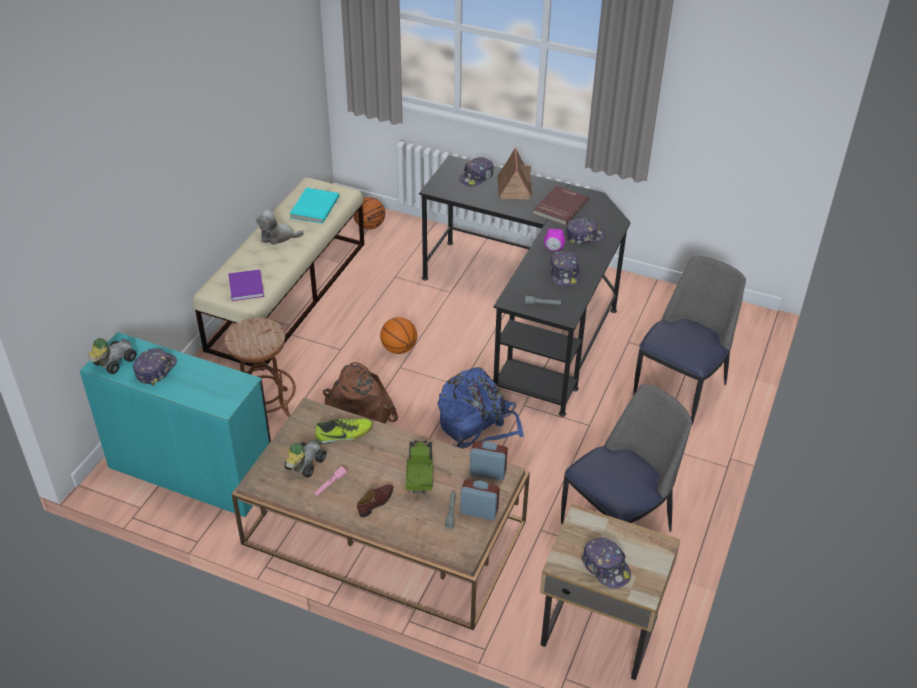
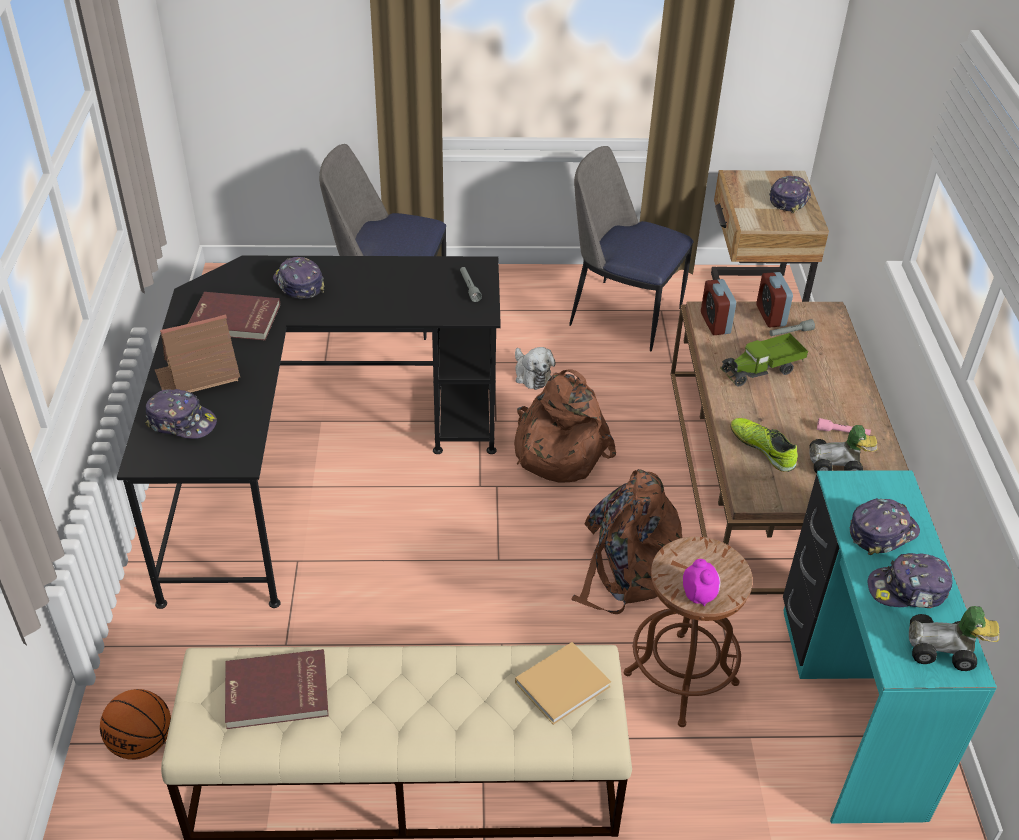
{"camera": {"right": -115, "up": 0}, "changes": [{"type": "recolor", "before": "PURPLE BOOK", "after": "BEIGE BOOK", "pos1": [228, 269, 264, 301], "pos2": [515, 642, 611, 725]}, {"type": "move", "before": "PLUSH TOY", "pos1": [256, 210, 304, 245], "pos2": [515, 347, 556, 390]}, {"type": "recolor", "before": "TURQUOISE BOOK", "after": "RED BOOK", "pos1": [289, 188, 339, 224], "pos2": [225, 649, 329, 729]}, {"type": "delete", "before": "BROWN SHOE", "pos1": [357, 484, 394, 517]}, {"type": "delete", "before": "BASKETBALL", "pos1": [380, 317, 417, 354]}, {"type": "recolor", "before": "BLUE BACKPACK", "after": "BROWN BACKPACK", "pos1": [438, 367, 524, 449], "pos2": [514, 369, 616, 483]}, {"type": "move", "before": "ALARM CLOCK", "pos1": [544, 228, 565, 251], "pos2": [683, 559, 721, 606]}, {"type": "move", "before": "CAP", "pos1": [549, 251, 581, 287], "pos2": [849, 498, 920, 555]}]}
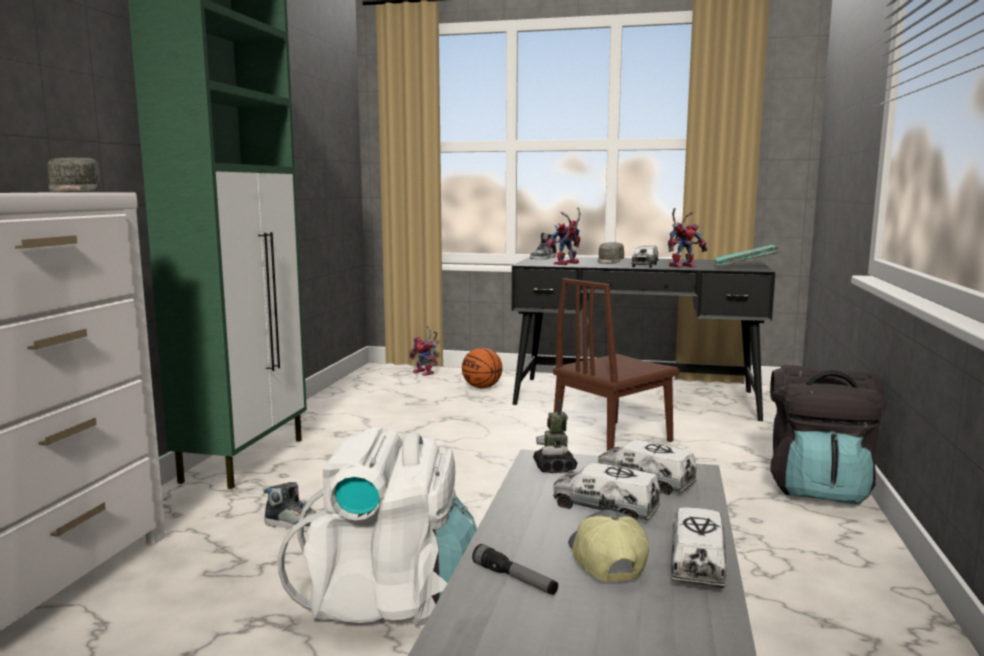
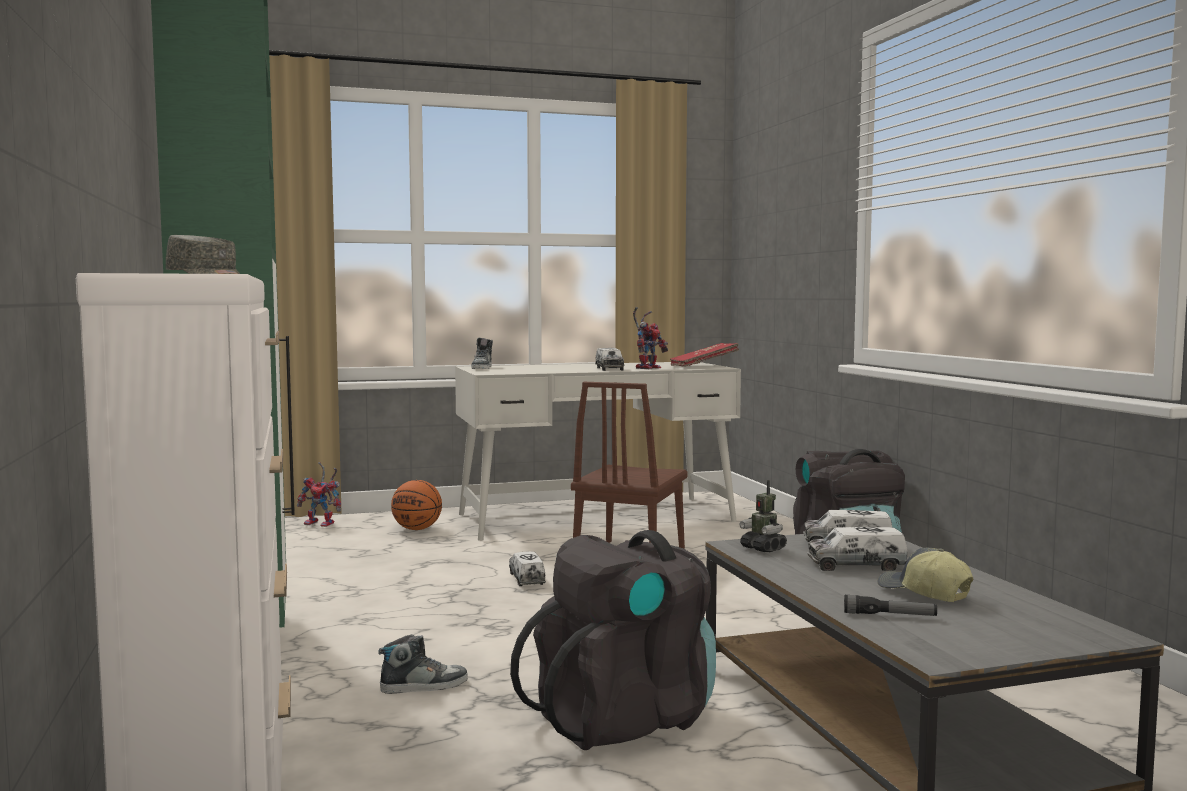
{"camera": {"right": -30, "up": -5}, "changes": [{"type": "recolor", "before": "WHITE BACKPACK", "after": "BLACK BACKPACK", "pos1": [278, 426, 477, 626], "pos2": [510, 530, 716, 750]}, {"type": "recolor", "before": "BLACK DESK", "after": "WHITE DESK", "pos1": [512, 257, 776, 421], "pos2": [455, 362, 741, 541]}, {"type": "delete", "before": "TOY ROBOT", "pos1": [545, 208, 581, 265]}, {"type": "delete", "before": "GREY CAP", "pos1": [598, 242, 624, 264]}, {"type": "move", "before": "TOY TRUCK", "pos1": [671, 507, 726, 588], "pos2": [509, 552, 546, 586]}, {"type": "recolor", "before": "TURQUOISE BOOK", "after": "RED BOOK", "pos1": [715, 245, 779, 267], "pos2": [670, 343, 739, 366]}]}
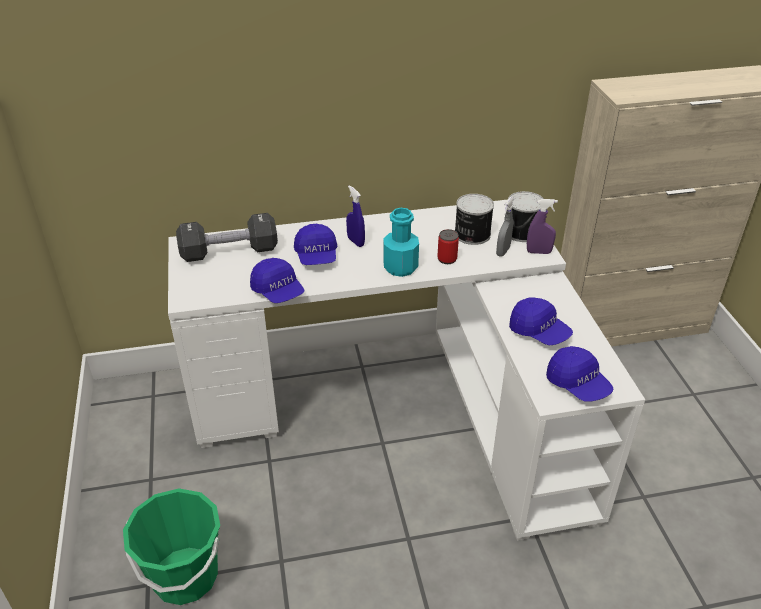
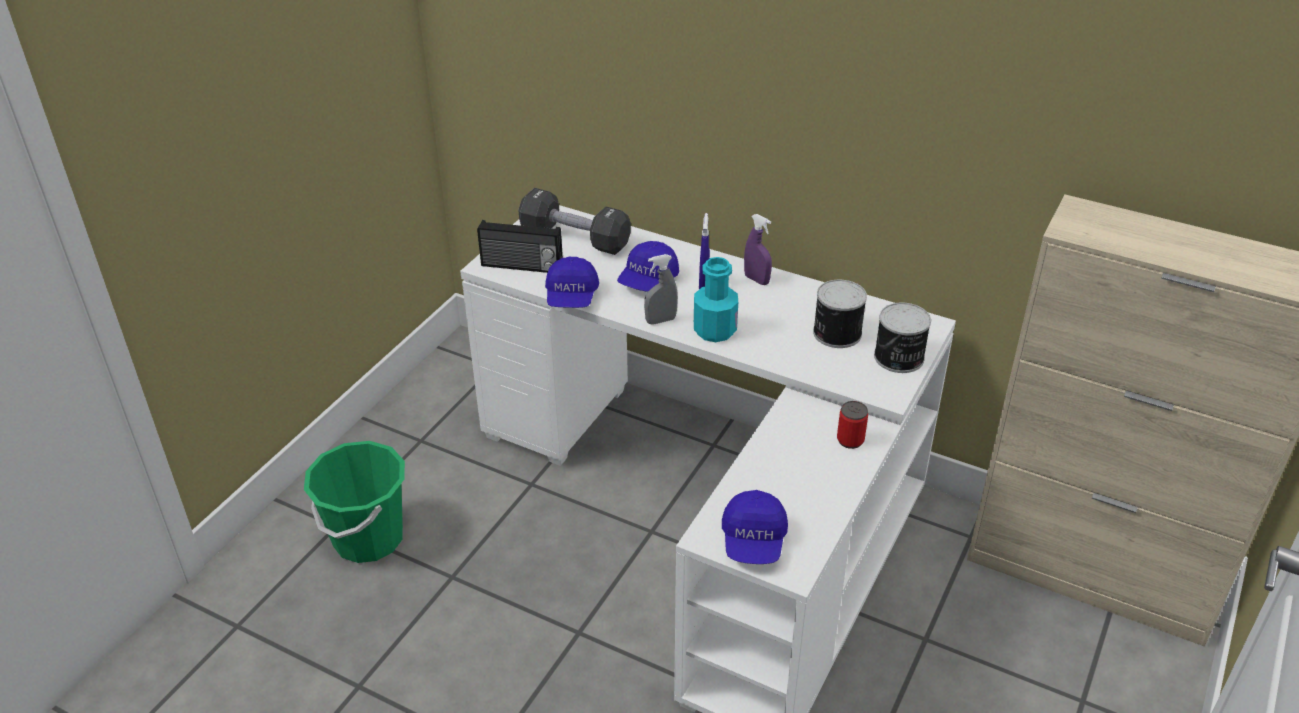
{"camera": {"right": 40, "up": 0}, "changes": [{"type": "move", "before": "CAN", "pos1": [437, 229, 459, 264], "pos2": [837, 401, 868, 449]}, {"type": "move", "before": "GREY SPRAY BOTTLE", "pos1": [496, 197, 514, 257], "pos2": [644, 254, 678, 325]}, {"type": "delete", "before": "BLUE CAP", "pos1": [509, 297, 573, 345]}, {"type": "move", "before": "PURPLE SPRAY BOTTLE", "pos1": [527, 199, 558, 254], "pos2": [744, 214, 772, 285]}, {"type": "insert", "after": "RADIO", "pos2": [477, 220, 563, 273]}]}
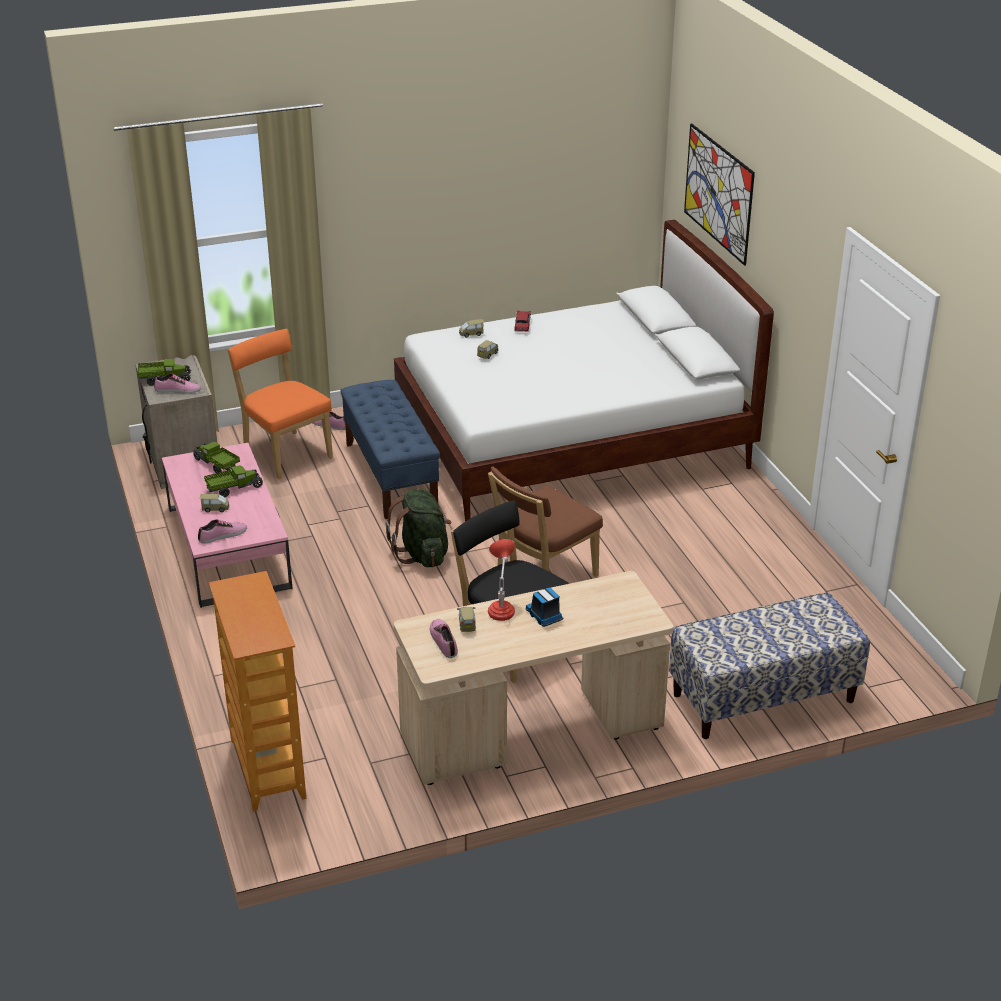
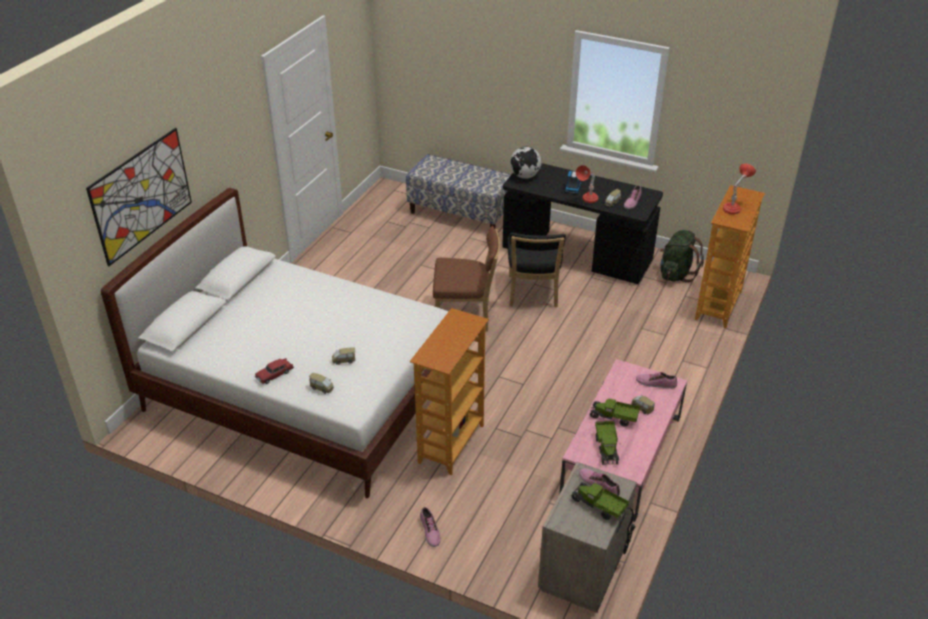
{"camera": {"right": -135, "up": 5}, "changes": [{"type": "delete", "before": "ORANGE CHAIR", "pos1": [228, 329, 333, 479]}, {"type": "replace", "before": "BLUE BENCH", "after": "BOOKCASE", "pos1": [340, 380, 440, 519], "pos2": [410, 308, 489, 475]}, {"type": "move", "before": "GREEN BACKPACK", "pos1": [385, 489, 451, 567], "pos2": [660, 230, 704, 283]}, {"type": "recolor", "before": "BEIGE DESK", "after": "BLACK DESK", "pos1": [394, 571, 673, 785], "pos2": [502, 163, 663, 284]}, {"type": "insert", "after": "GLOBE", "pos2": [510, 147, 542, 179]}, {"type": "insert", "after": "RED TABLE LAMP", "pos2": [723, 164, 756, 214]}]}
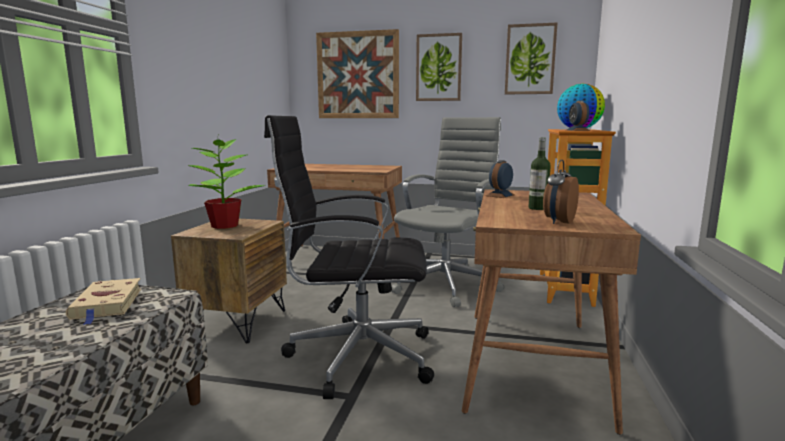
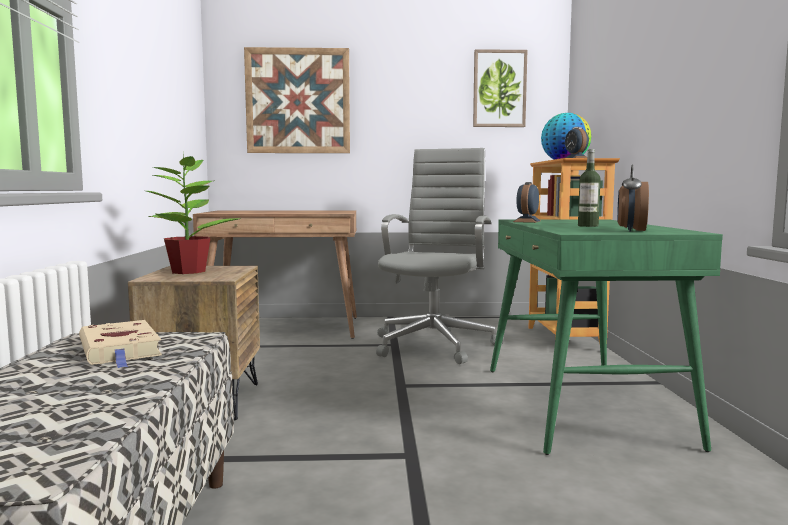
{"camera": {"right": -15, "up": -5}, "changes": [{"type": "delete", "before": "BLACK OFFICE CHAIR", "pos1": [264, 115, 434, 399]}, {"type": "delete", "before": "PICTURE", "pos1": [416, 33, 462, 101]}, {"type": "recolor", "before": "BROWN DESK", "after": "GREEN DESK", "pos1": [462, 189, 641, 435], "pos2": [490, 219, 723, 455]}]}
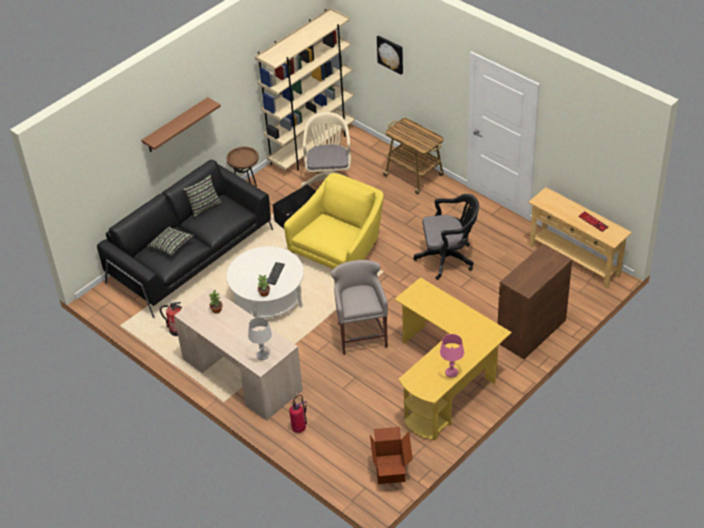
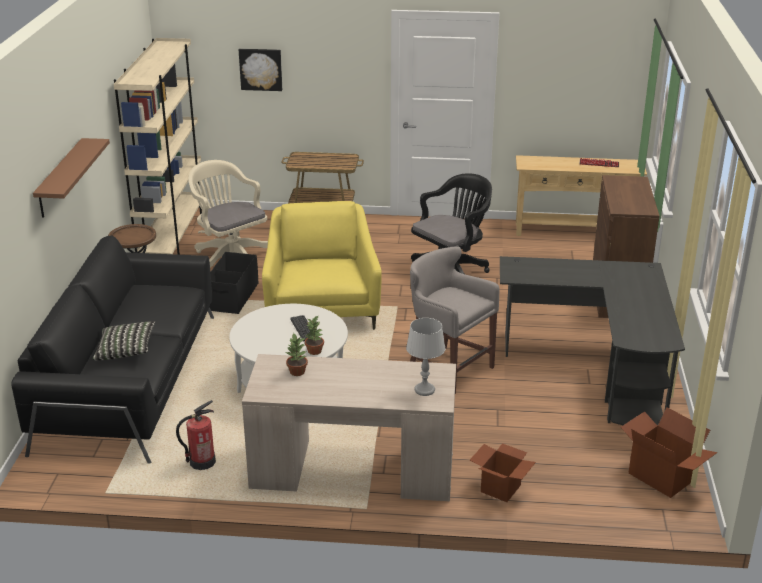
{"camera": {"right": -40, "up": -15}, "changes": [{"type": "delete", "before": "PILLOW", "pos1": [183, 174, 223, 218]}, {"type": "replace", "before": "FIRE EXTINGUISHER", "after": "CARDBOARD BOX", "pos1": [289, 395, 307, 433], "pos2": [470, 443, 536, 502]}, {"type": "recolor", "before": "YELLOW DESK", "after": "BLACK DESK", "pos1": [395, 277, 512, 441], "pos2": [500, 256, 685, 426]}, {"type": "delete", "before": "PINK TABLE LAMP", "pos1": [440, 334, 464, 378]}]}
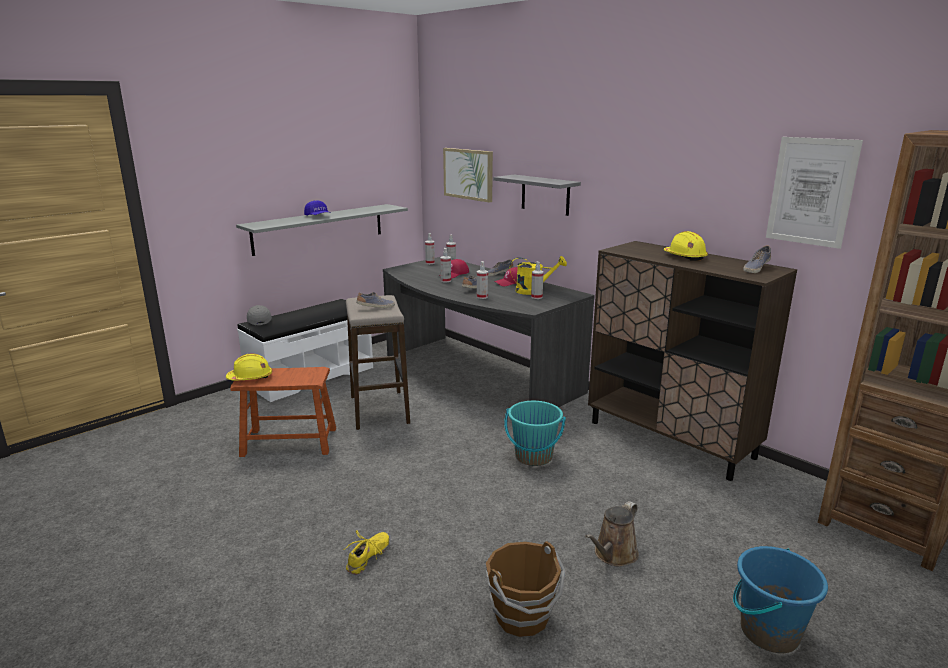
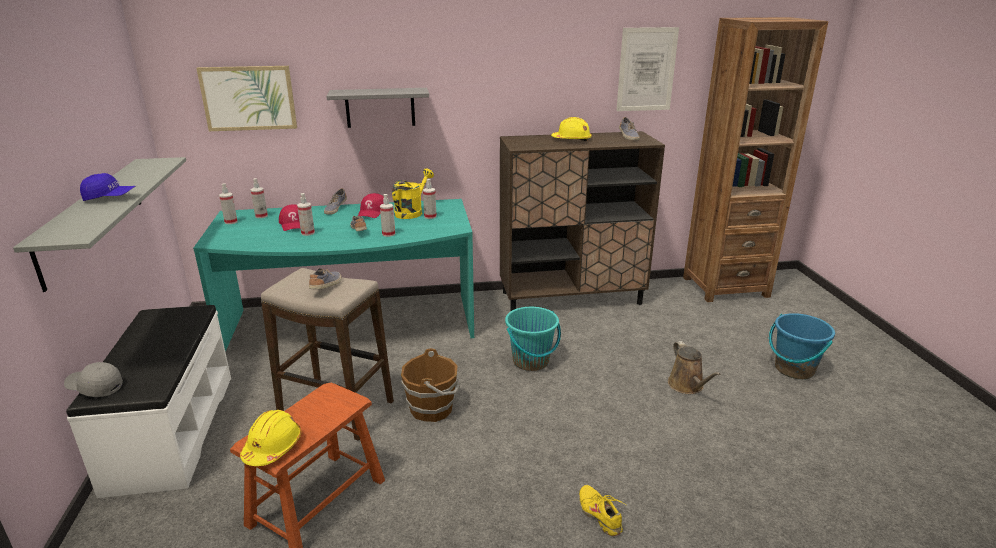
{"camera": {"right": -55, "up": 5}, "changes": [{"type": "recolor", "before": "GREY DESK", "after": "TURQUOISE DESK", "pos1": [383, 257, 595, 407], "pos2": [193, 199, 474, 352]}, {"type": "move", "before": "BROWN BUCKET", "pos1": [486, 541, 566, 637], "pos2": [401, 348, 460, 422]}]}
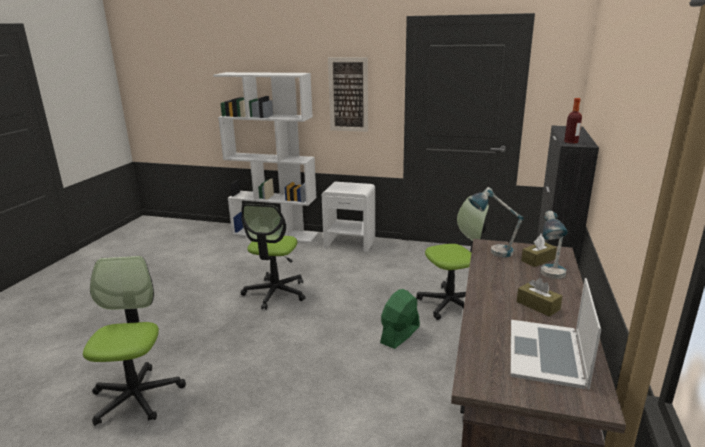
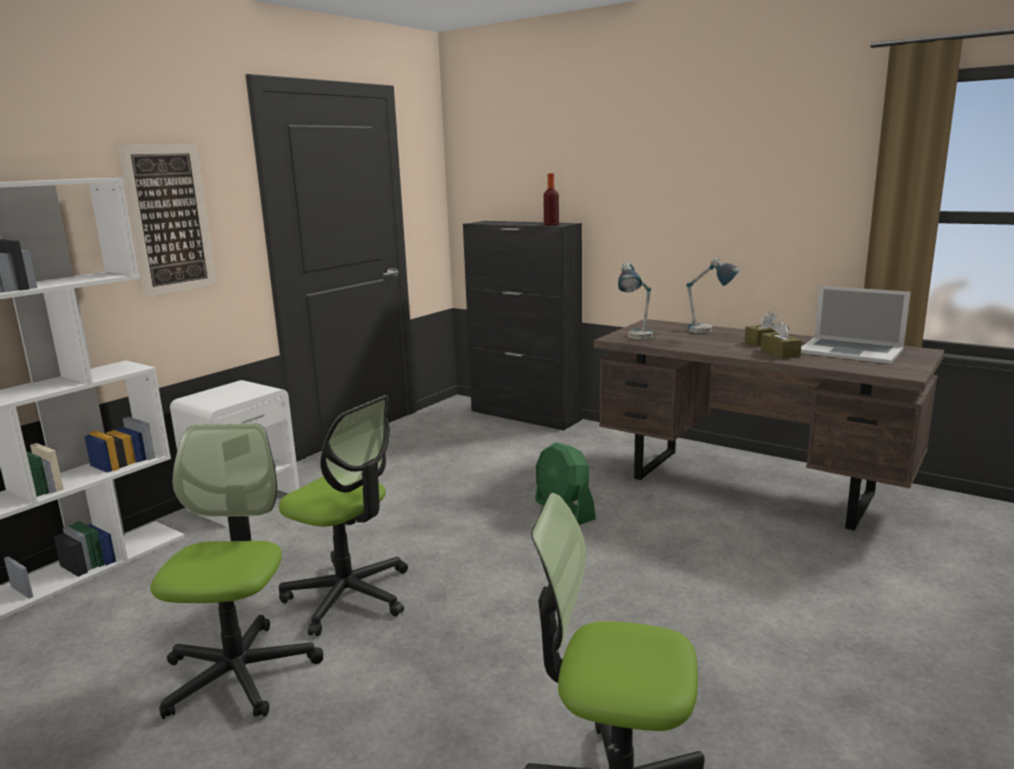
{"camera": {"right": -70, "up": -5}, "changes": [{"type": "move", "before": "OFFICE CHAIR", "pos1": [416, 196, 489, 320], "pos2": [151, 424, 323, 719]}, {"type": "move", "before": "BROWN TISSUE BOX", "pos1": [521, 235, 557, 267], "pos2": [761, 320, 802, 359]}]}
